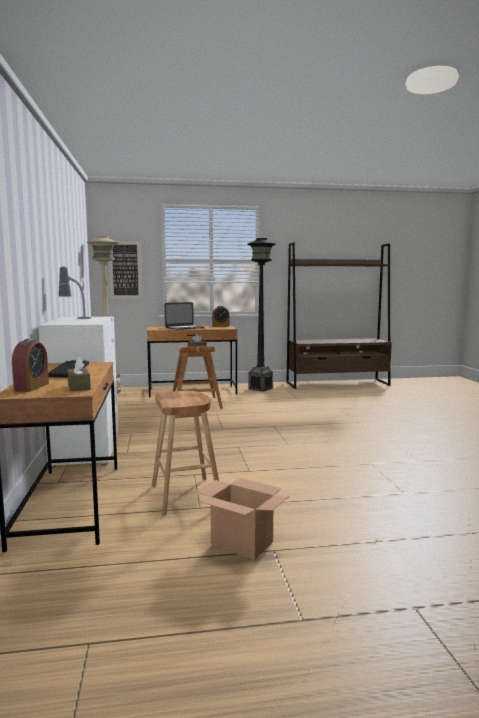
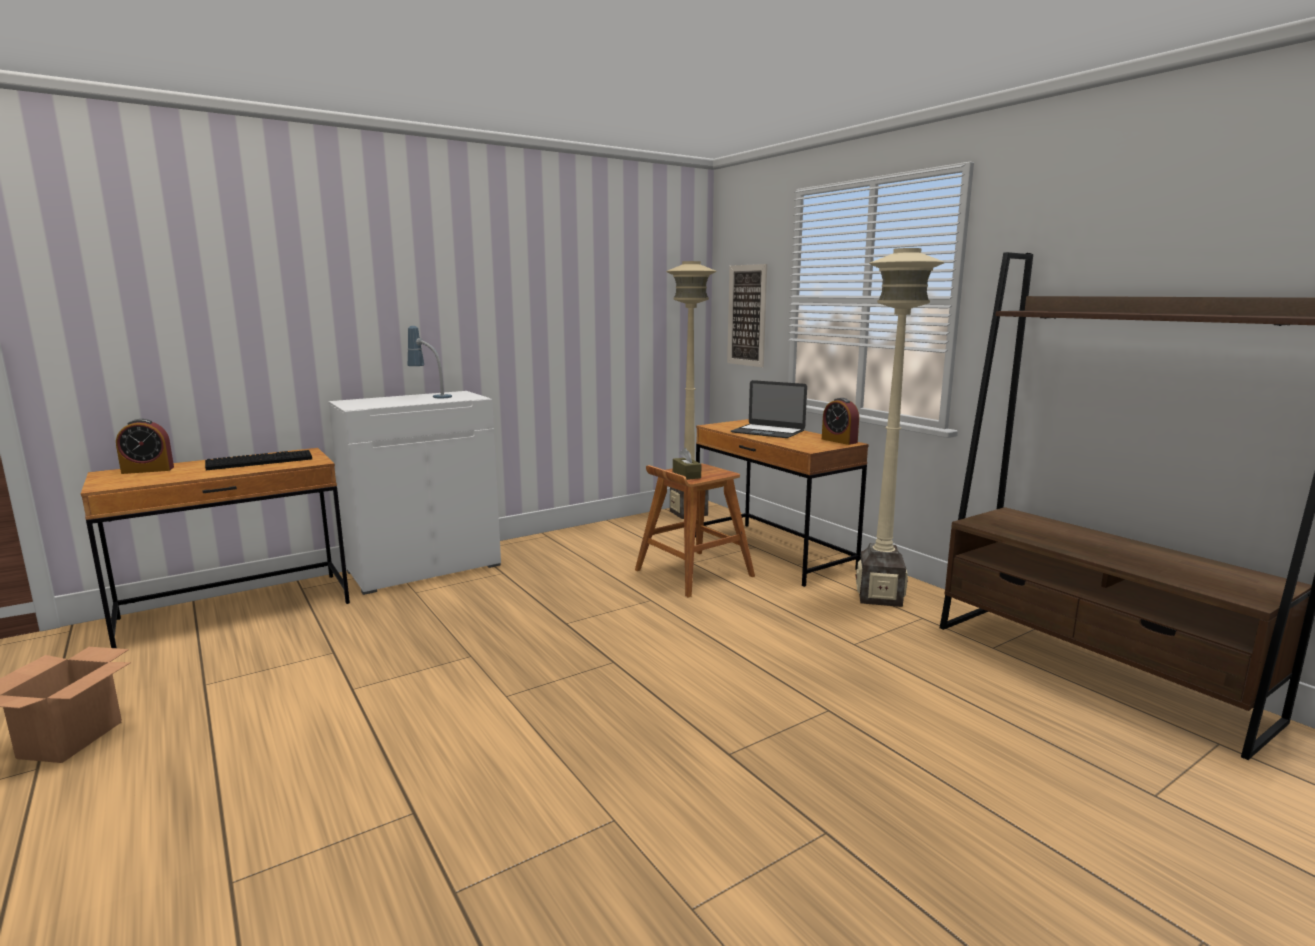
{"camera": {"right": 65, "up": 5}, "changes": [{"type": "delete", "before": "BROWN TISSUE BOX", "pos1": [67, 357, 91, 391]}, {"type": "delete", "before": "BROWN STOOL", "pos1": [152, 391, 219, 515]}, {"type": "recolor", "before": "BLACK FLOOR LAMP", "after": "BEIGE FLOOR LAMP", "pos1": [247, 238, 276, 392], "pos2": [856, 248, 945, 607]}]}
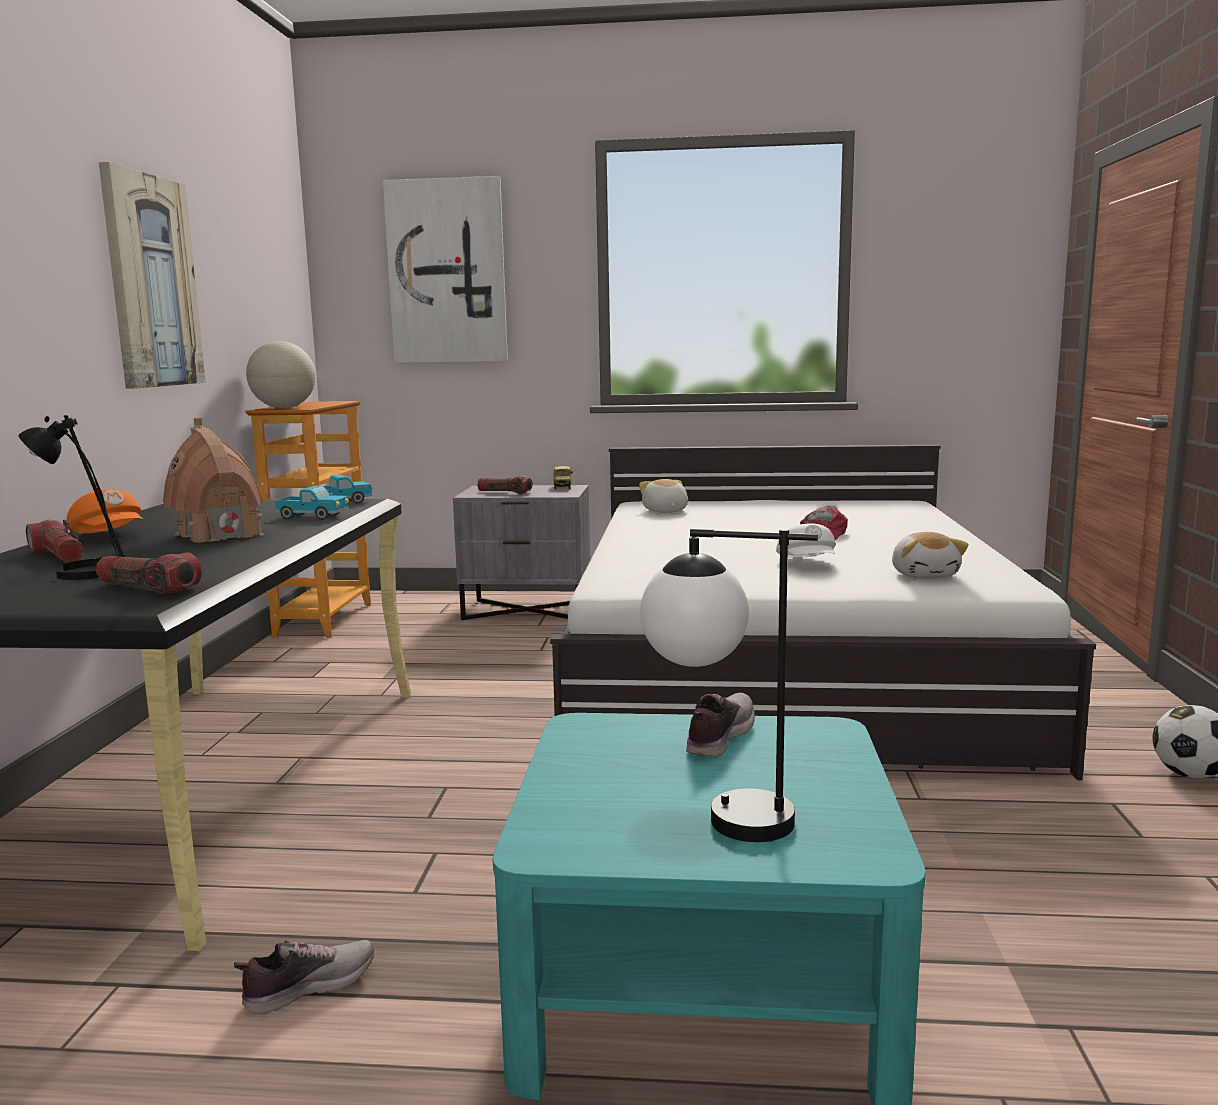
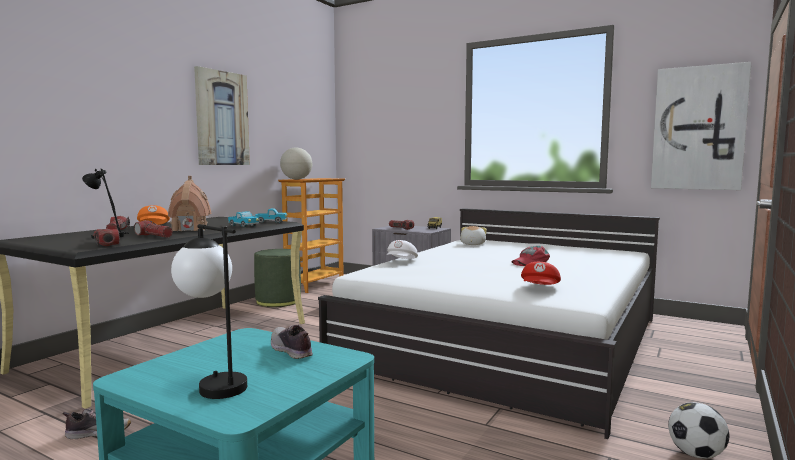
{"camera": {"right": 25, "up": -5}, "changes": [{"type": "move", "before": "PICTURE", "pos1": [383, 176, 508, 363], "pos2": [651, 62, 751, 190]}, {"type": "rotate", "before": "SHOE", "pos1": [686, 693, 755, 757], "pos2": [271, 325, 313, 359], "turn": -90}, {"type": "move", "before": "WHITE CAP", "pos1": [776, 524, 836, 558], "pos2": [387, 240, 418, 259]}, {"type": "replace", "before": "PLUSH TOY", "after": "RED CAP", "pos1": [892, 532, 969, 579], "pos2": [521, 262, 561, 285]}, {"type": "insert", "after": "FLASHLIGHT", "pos2": [134, 220, 173, 238]}, {"type": "insert", "after": "GREEN OTTOMAN", "pos2": [254, 249, 301, 307]}]}
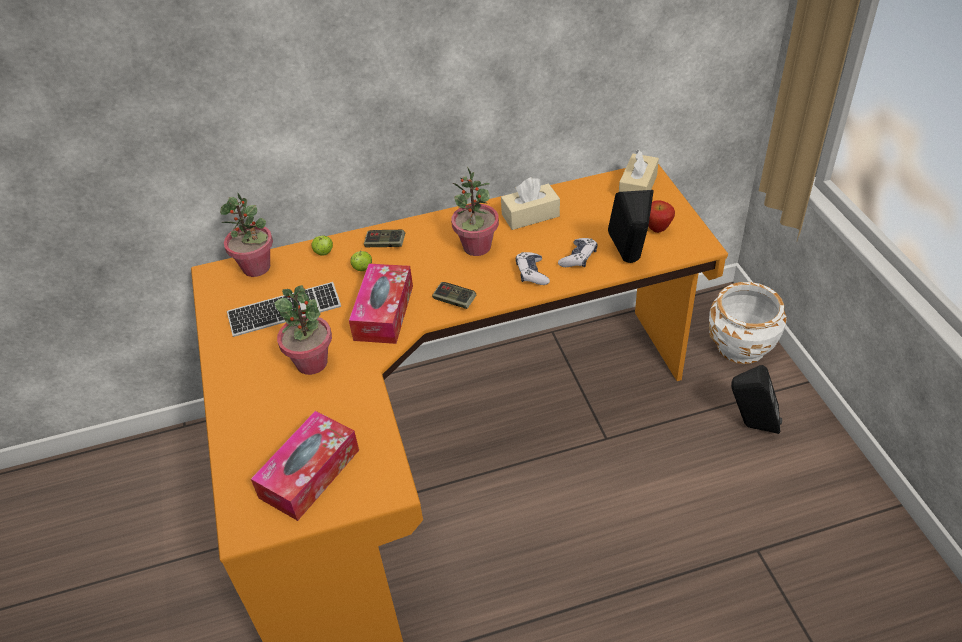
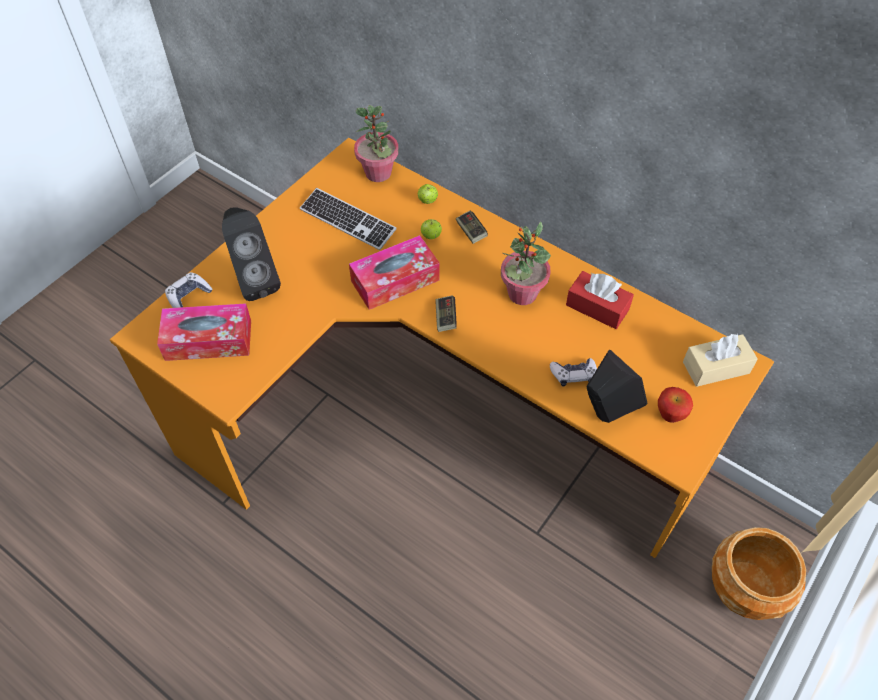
{"camera": {"right": 50, "up": 10}, "changes": [{"type": "delete", "before": "POTTED PLANT", "pos1": [274, 285, 332, 375]}, {"type": "recolor", "before": "BEIGE TISSUE BOX", "after": "RED TISSUE BOX", "pos1": [501, 177, 560, 230], "pos2": [566, 271, 634, 329]}, {"type": "move", "before": "GAME CONTROLLER", "pos1": [516, 252, 550, 285], "pos2": [165, 272, 213, 308]}, {"type": "recolor", "before": "WHITE PLANTER", "after": "BROWN PLANTER", "pos1": [709, 282, 787, 364], "pos2": [712, 527, 806, 620]}, {"type": "move", "before": "BLACK SPEAKER", "pos1": [731, 365, 782, 434], "pos2": [222, 207, 281, 301]}]}
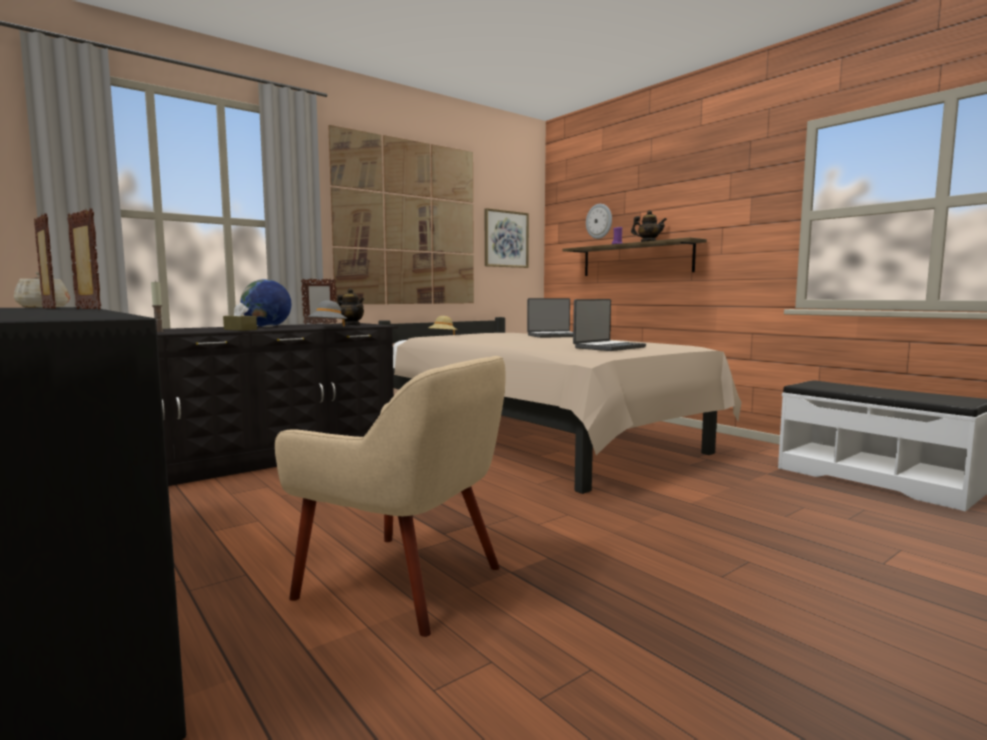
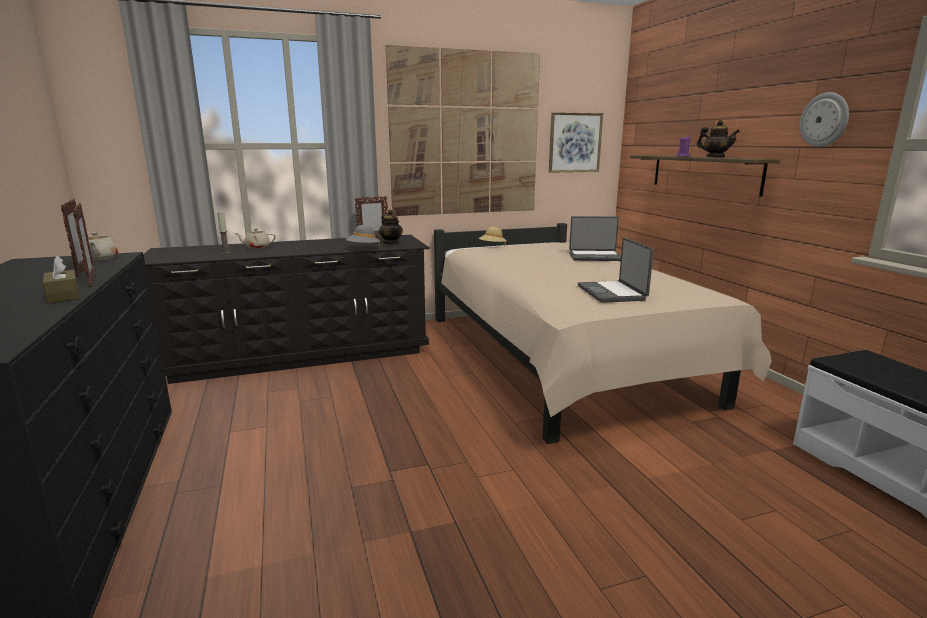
{"camera": {"right": 20, "up": 10}, "changes": [{"type": "move", "before": "BROWN TISSUE BOX", "pos1": [223, 303, 257, 331], "pos2": [42, 256, 80, 303]}, {"type": "delete", "before": "GLOBE", "pos1": [240, 279, 291, 327]}, {"type": "delete", "before": "BEIGE ARMCHAIR", "pos1": [275, 356, 506, 637]}, {"type": "rotate", "before": "LAPTOP", "pos1": [573, 299, 646, 351], "pos2": [578, 238, 654, 303], "turn": 105}, {"type": "move", "before": "WALL CLOCK", "pos1": [586, 204, 612, 239], "pos2": [800, 92, 849, 147]}, {"type": "insert", "after": "BEIGE TEAPOT", "pos2": [235, 228, 276, 249]}]}
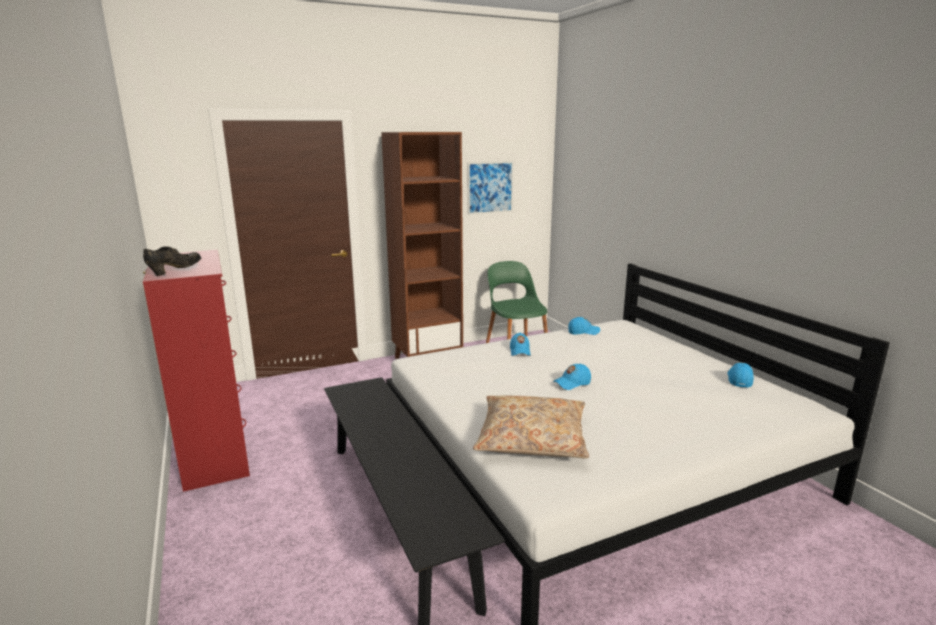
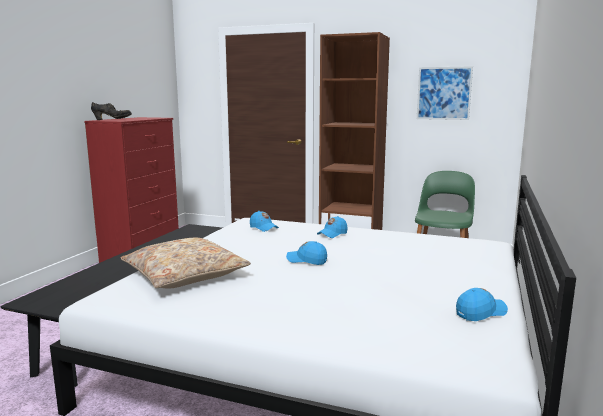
{"camera": {"right": 45, "up": -5}, "changes": [{"type": "move", "before": "BLUE CAP", "pos1": [568, 317, 600, 335], "pos2": [250, 211, 279, 232]}]}
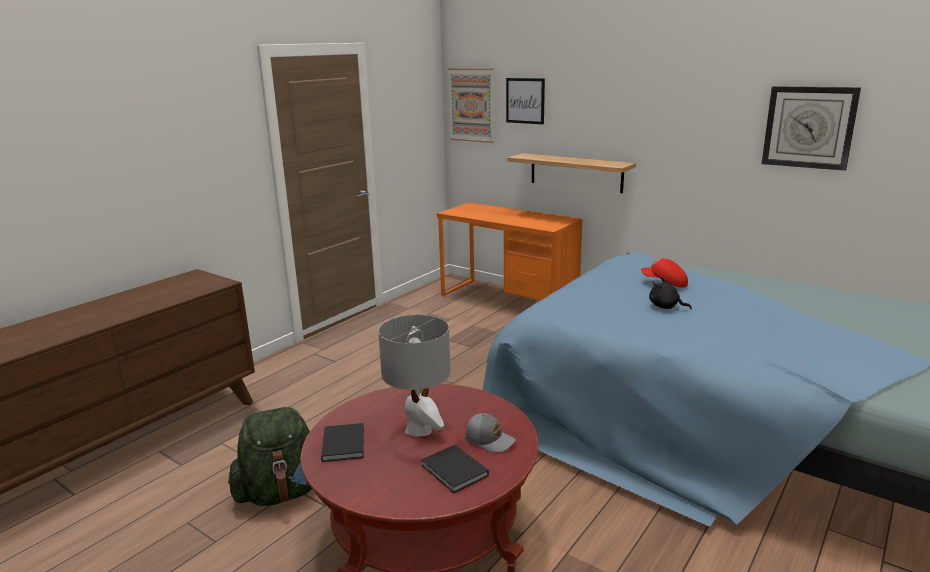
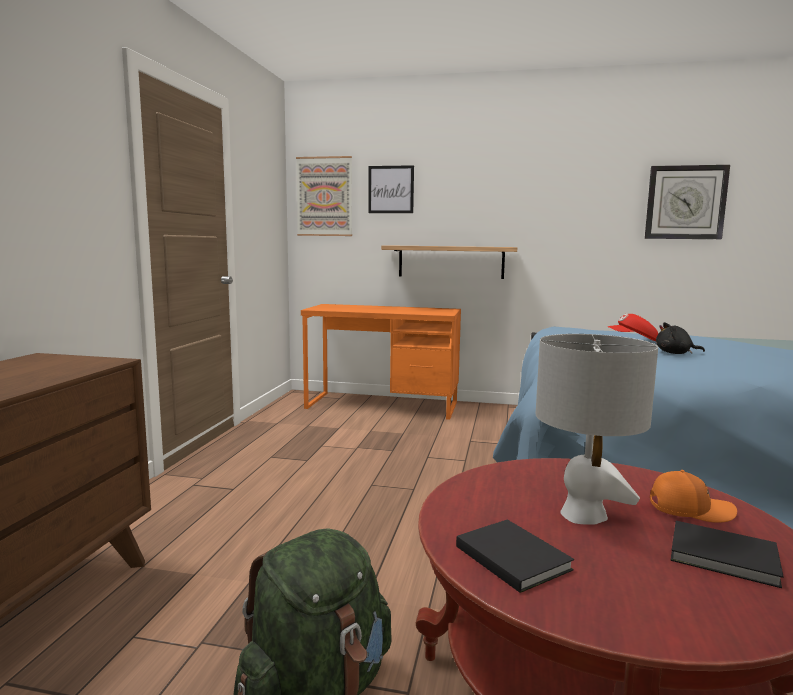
{"camera": {"right": -25, "up": -10}, "changes": [{"type": "recolor", "before": "GREY CAP", "after": "ORANGE CAP", "pos1": [465, 413, 516, 453], "pos2": [650, 470, 737, 523]}]}
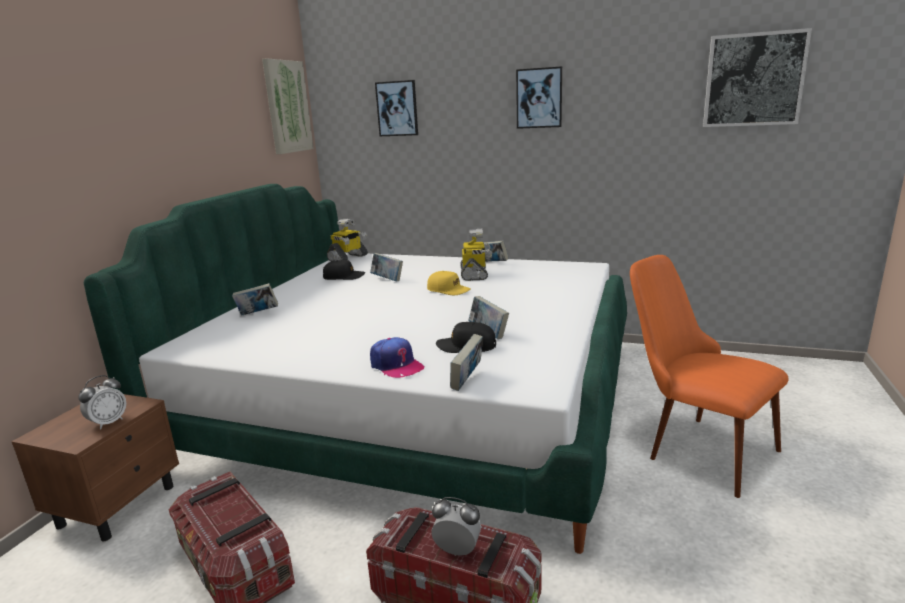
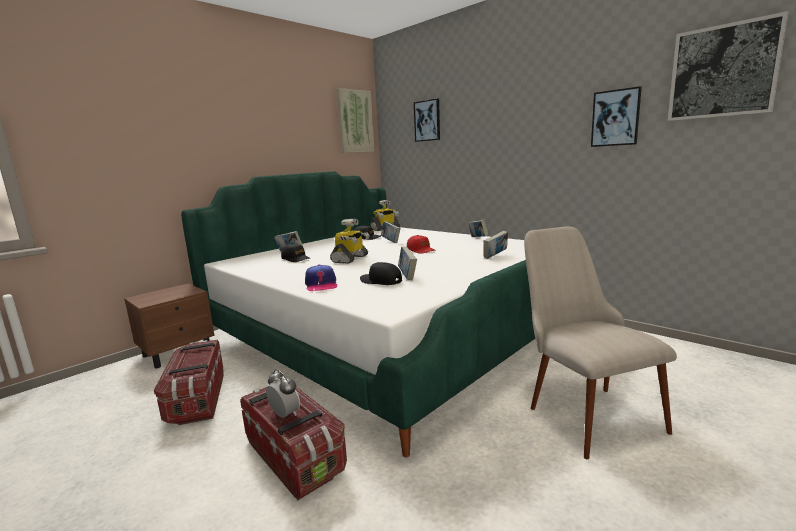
{"camera": {"right": 25, "up": -5}, "changes": [{"type": "delete", "before": "ALARM CLOCK", "pos1": [78, 375, 126, 429]}, {"type": "recolor", "before": "YELLOW CAP", "after": "RED CAP", "pos1": [427, 271, 471, 295], "pos2": [407, 235, 436, 254]}, {"type": "move", "before": "BOOK", "pos1": [450, 334, 483, 391], "pos2": [484, 231, 508, 259]}, {"type": "move", "before": "TOY ROBOT", "pos1": [460, 229, 492, 281], "pos2": [330, 219, 370, 264]}, {"type": "move", "before": "PICTURE", "pos1": [516, 66, 562, 129], "pos2": [591, 86, 642, 147]}, {"type": "recolor", "before": "ORANGE CHAIR", "after": "BEIGE CHAIR", "pos1": [630, 255, 788, 498], "pos2": [524, 227, 677, 459]}, {"type": "insert", "after": "BLACK CAP", "pos2": [281, 243, 311, 262]}]}
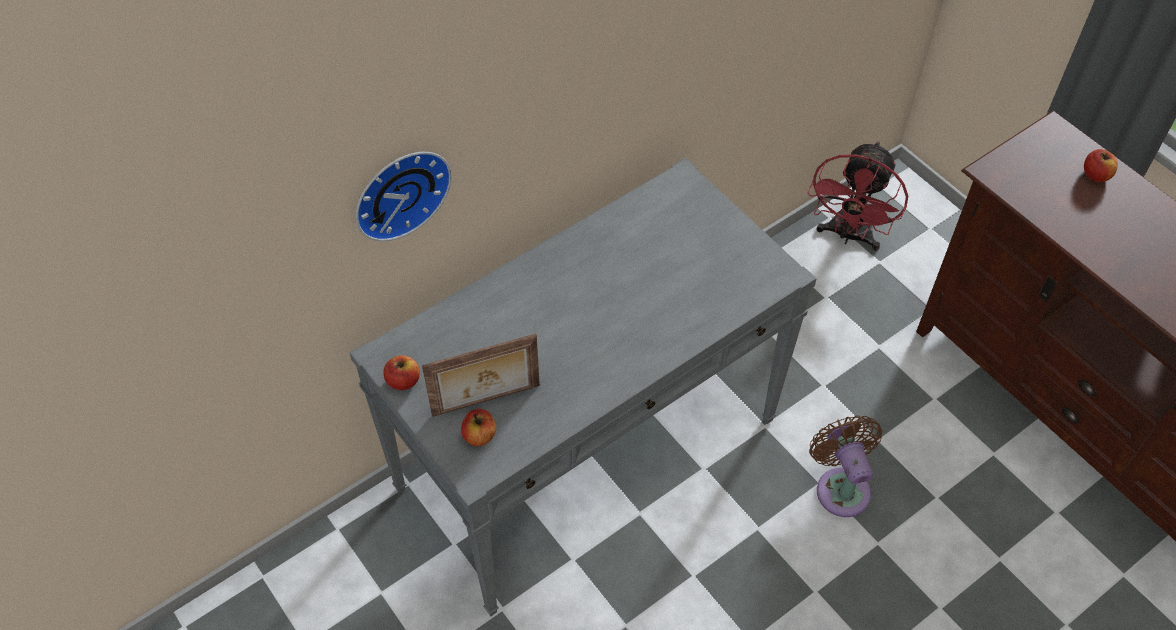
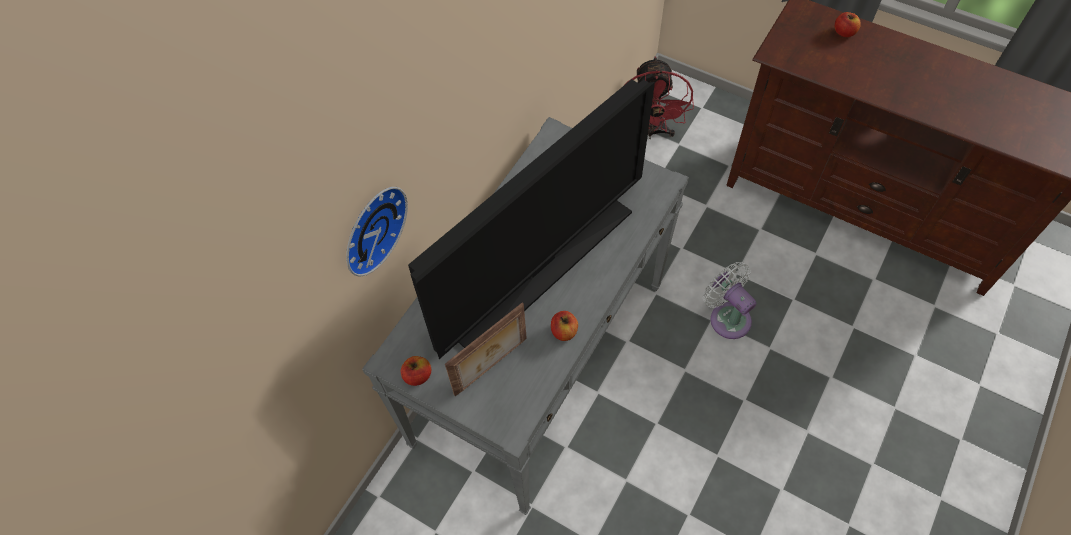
{"camera": {"right": -20, "up": 5}, "changes": [{"type": "move", "before": "APPLE", "pos1": [461, 409, 496, 446], "pos2": [551, 311, 578, 341]}, {"type": "recolor", "before": "BROWN FAN", "after": "WHITE FAN", "pos1": [809, 416, 882, 517], "pos2": [703, 262, 756, 339]}, {"type": "insert", "after": "TELEVISION", "pos2": [408, 79, 655, 359]}]}
